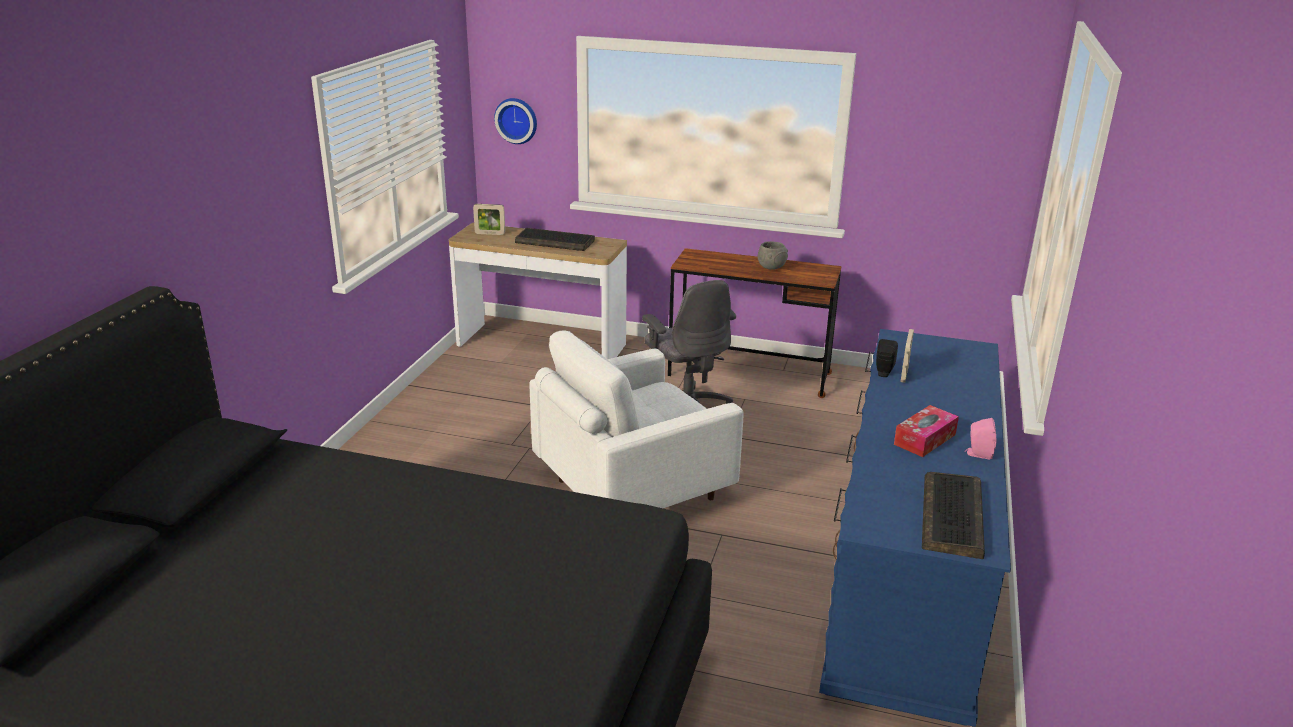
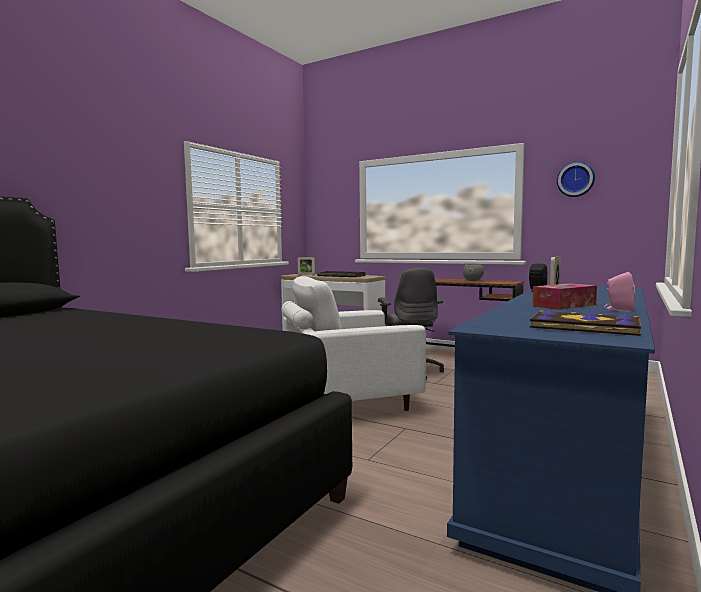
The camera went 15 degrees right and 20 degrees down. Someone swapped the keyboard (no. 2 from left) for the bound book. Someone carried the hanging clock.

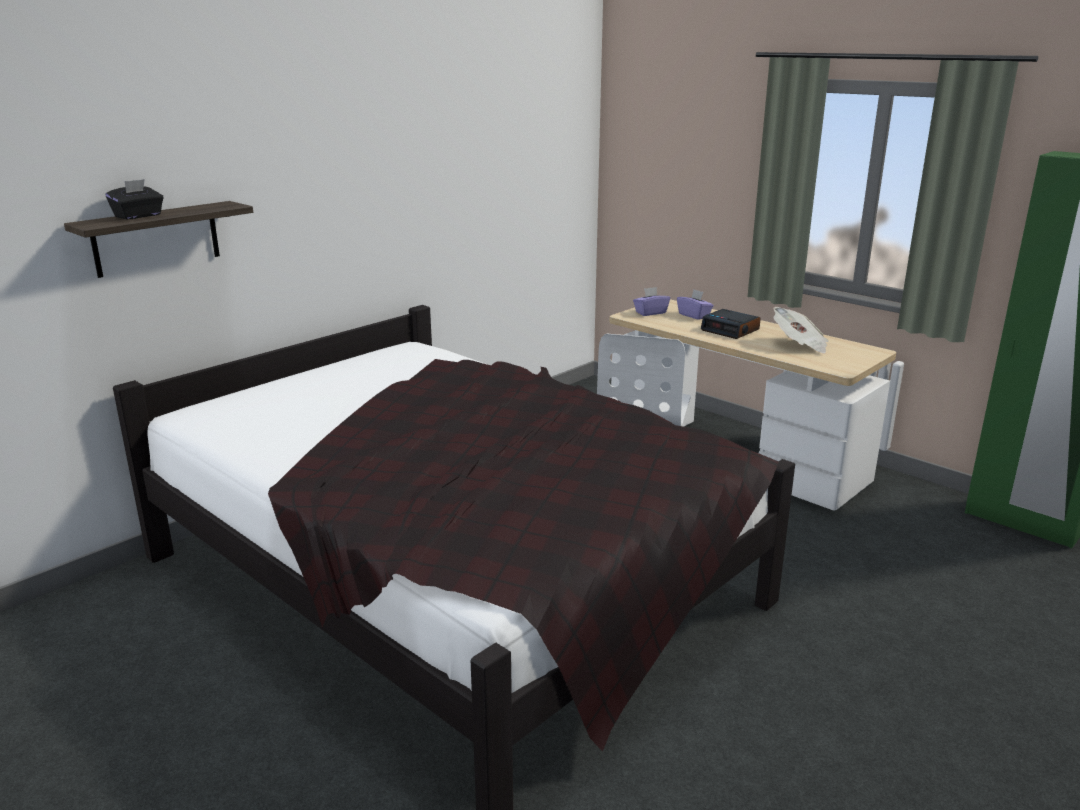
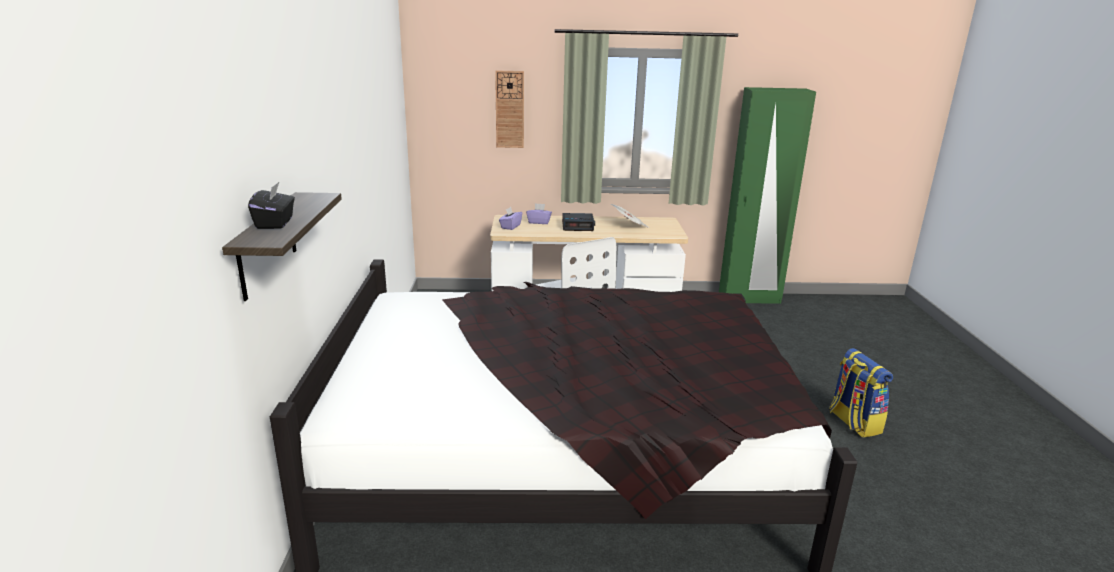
The camera went 45 degrees left and 0 degrees up. Someone put up the hanging clock. Someone put down the rucksack.

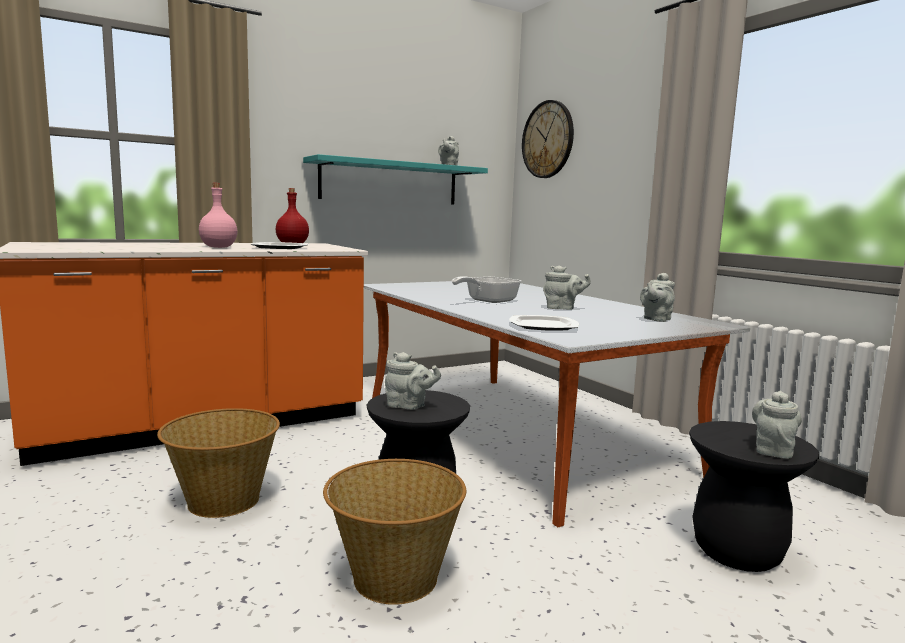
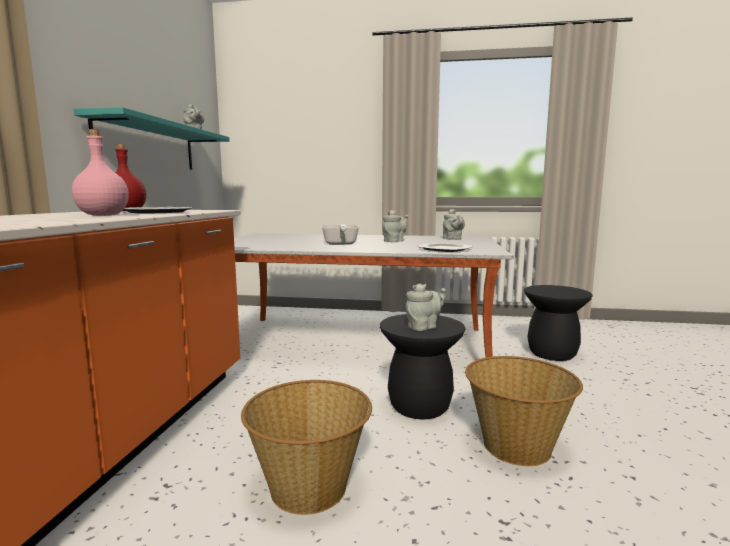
The camera went 50 degrees left and 0 degrees up. Someone took away the hanging clock. Someone took away the teapot (gray) (no. 5 from left).

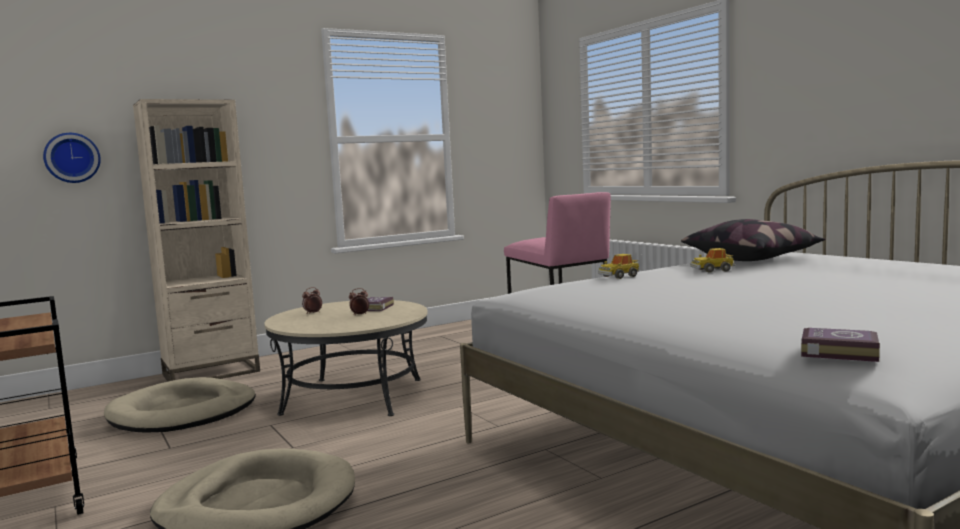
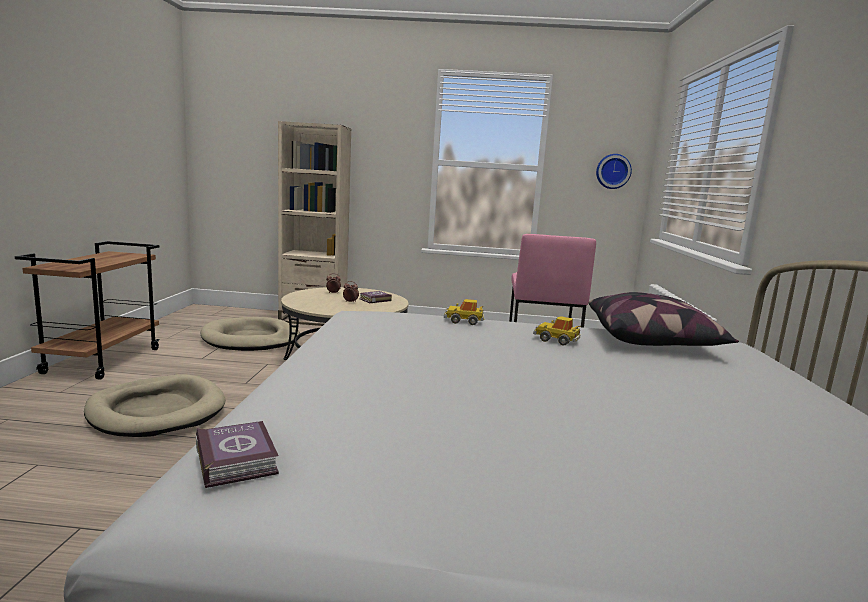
The camera went 35 degrees right and 5 degrees up. Someone carried the hanging clock.

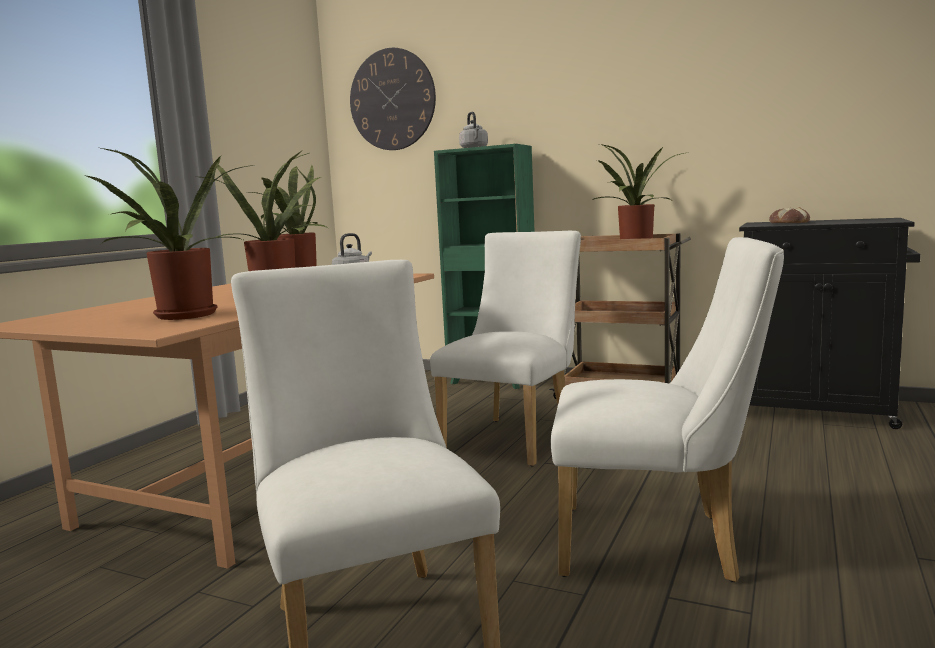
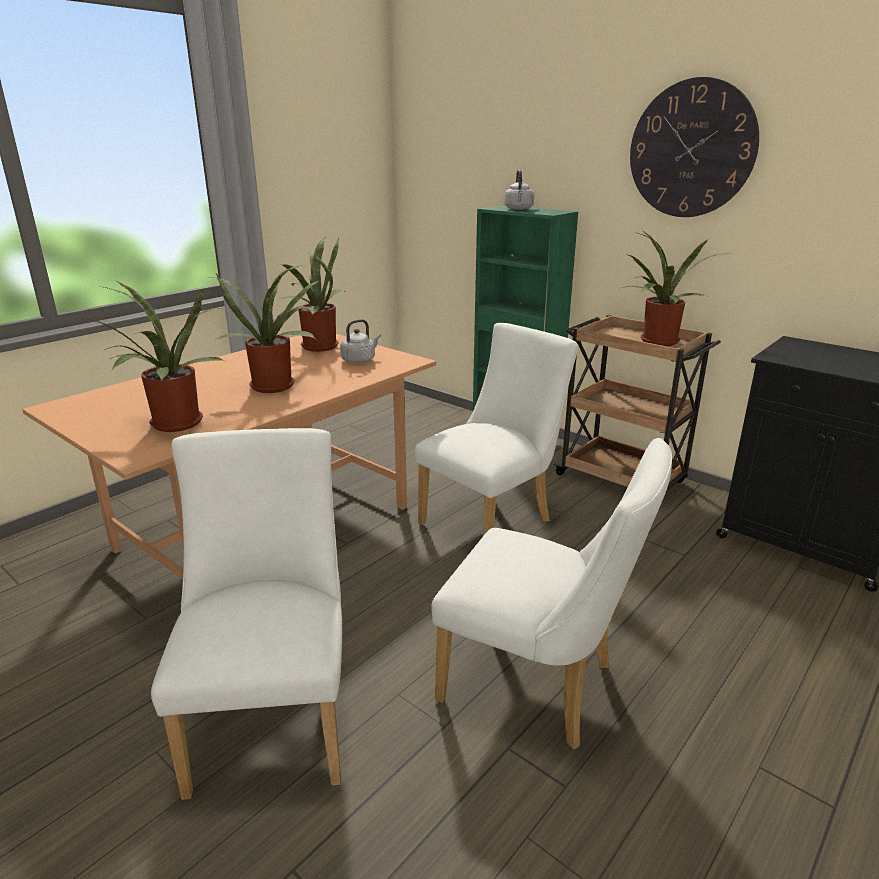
The camera went 15 degrees right and 15 degrees up. Someone carried the hanging clock. Someone took away the baked bread.

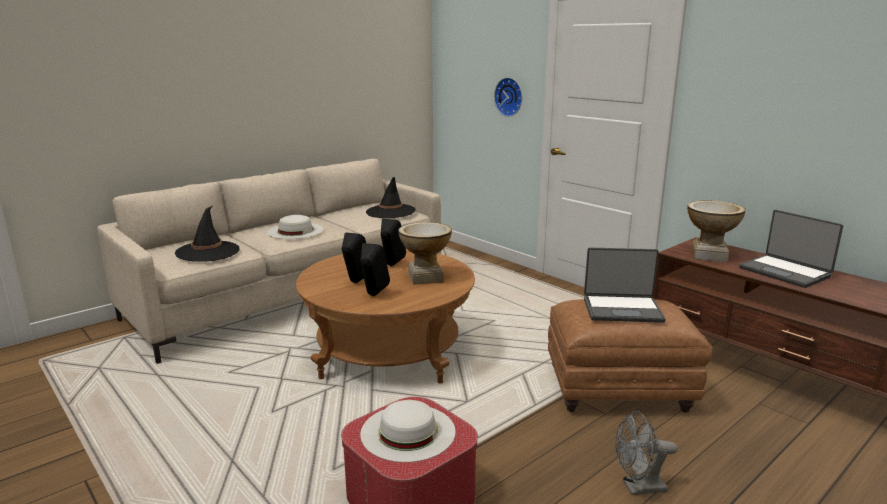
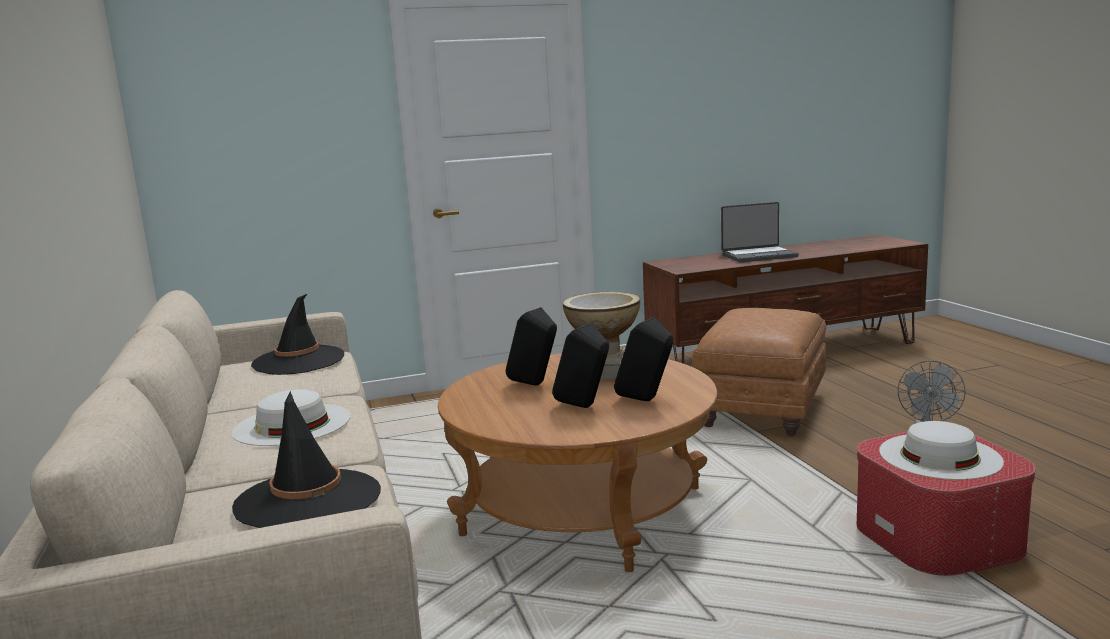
The camera went 65 degrees left and 5 degrees down. Someone took away the hanging clock. Someone took away the laptop (no. 1 from left). Someone took away the decorative vase (no. 2 from left).

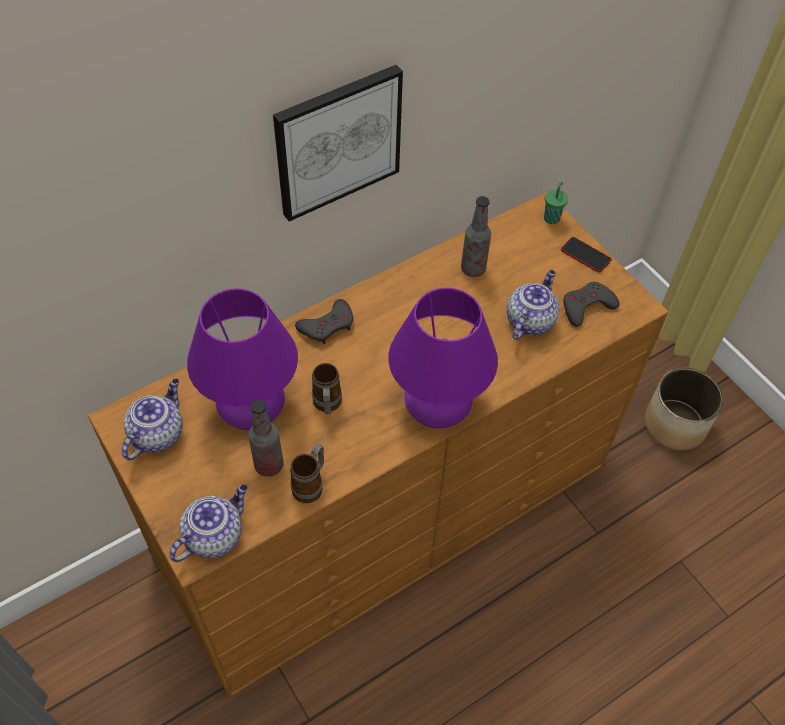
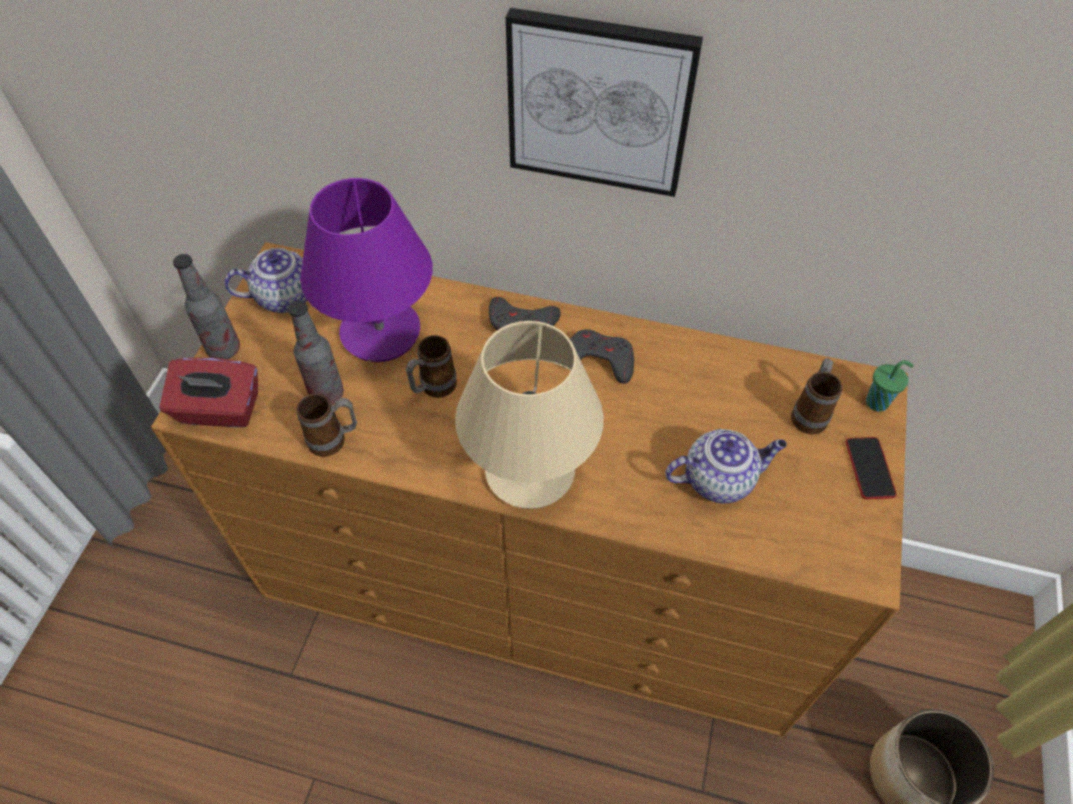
The camera went 50 degrees right and 0 degrees up. Someone swapped the teapot (no. 2 from left) for the tissue holder (red). Someone carried the beverage bottle (no. 2 from left in the first image). Someone repainted the lamp for a table (purplish) (no. 2 from left), which became the lamp for a table (sand-coloured). Someone carried the joypad (gray) (no. 2 from left). Someone put down the mug (no. 3 from left).

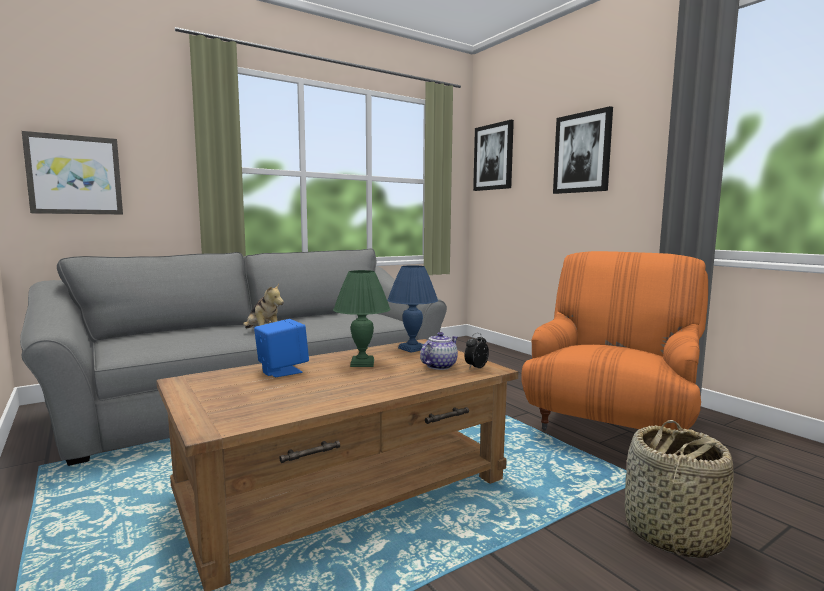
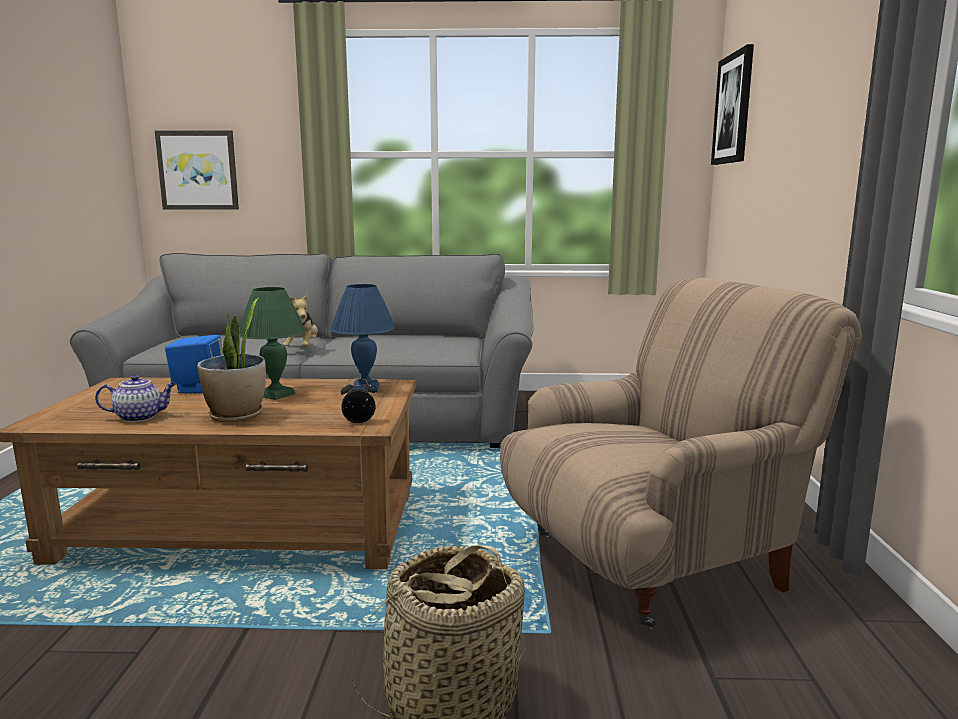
The camera went 35 degrees right and 5 degrees up. Someone carried the teapot. Someone put down the potted plant. Someone repainted the armchair (orange), which became the armchair (sand-coloured). Someone took away the picture (no. 3 from left).

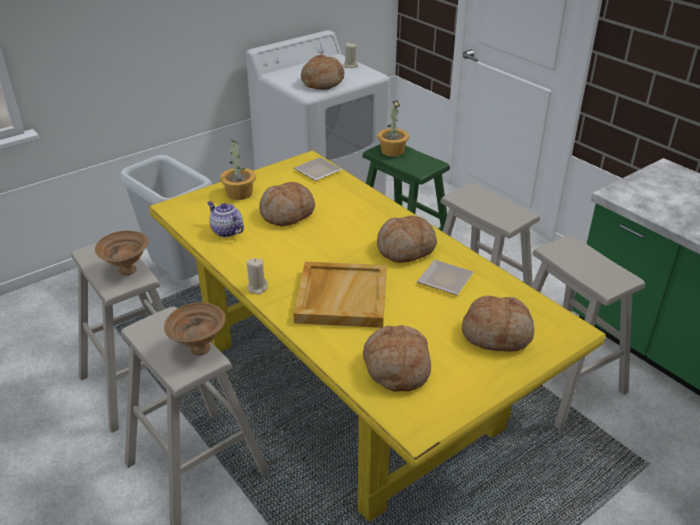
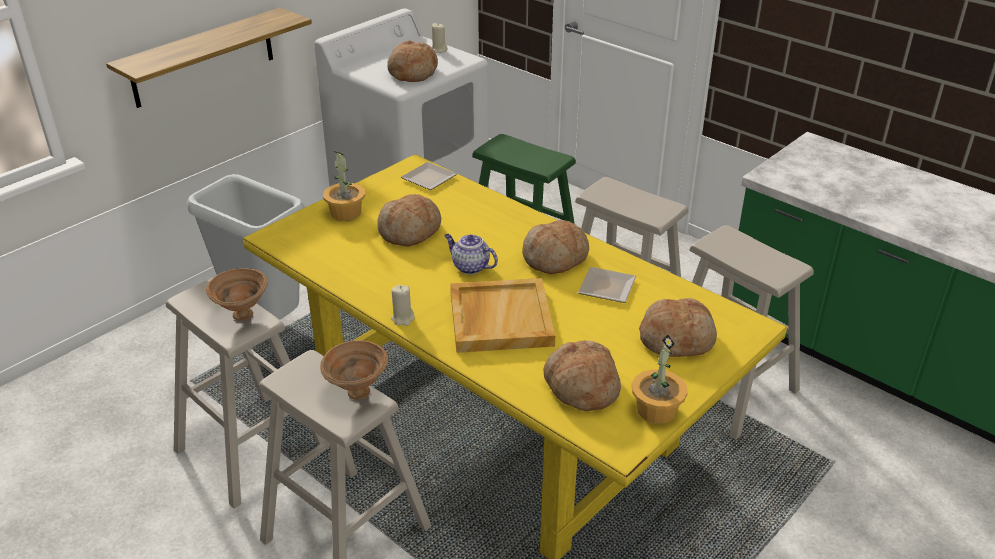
The camera went 10 degrees left and 0 degrees up. Someone put up the wall shelf. Someone carried the teapot. Someone carried the potted plant (no. 2 from left).

